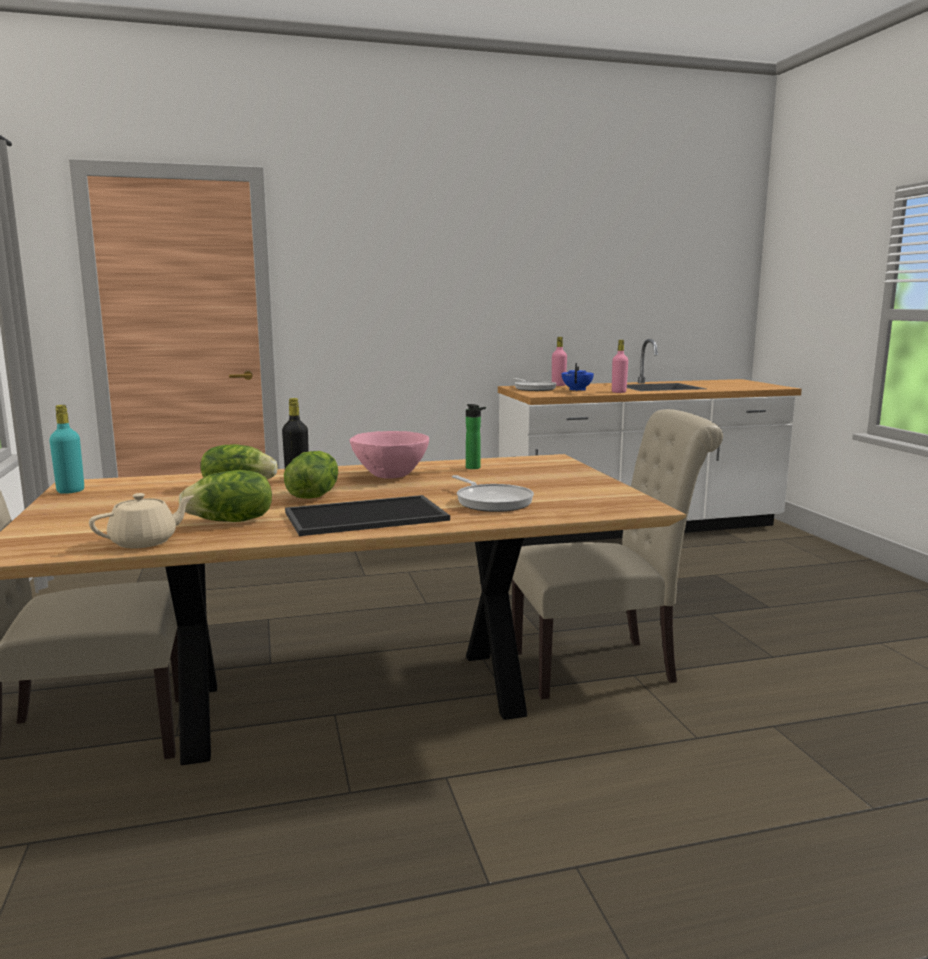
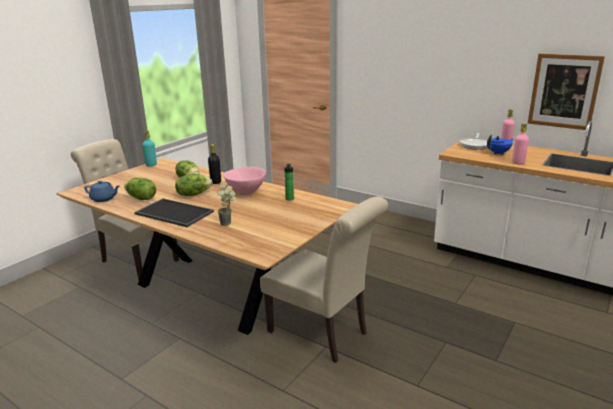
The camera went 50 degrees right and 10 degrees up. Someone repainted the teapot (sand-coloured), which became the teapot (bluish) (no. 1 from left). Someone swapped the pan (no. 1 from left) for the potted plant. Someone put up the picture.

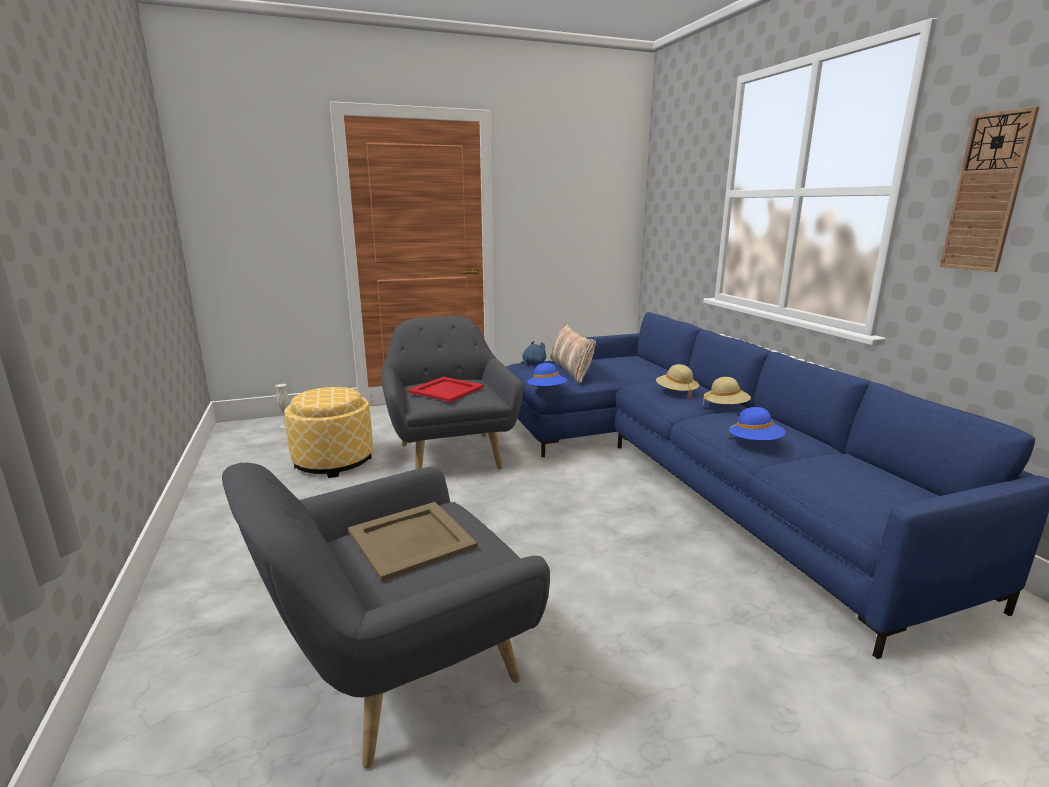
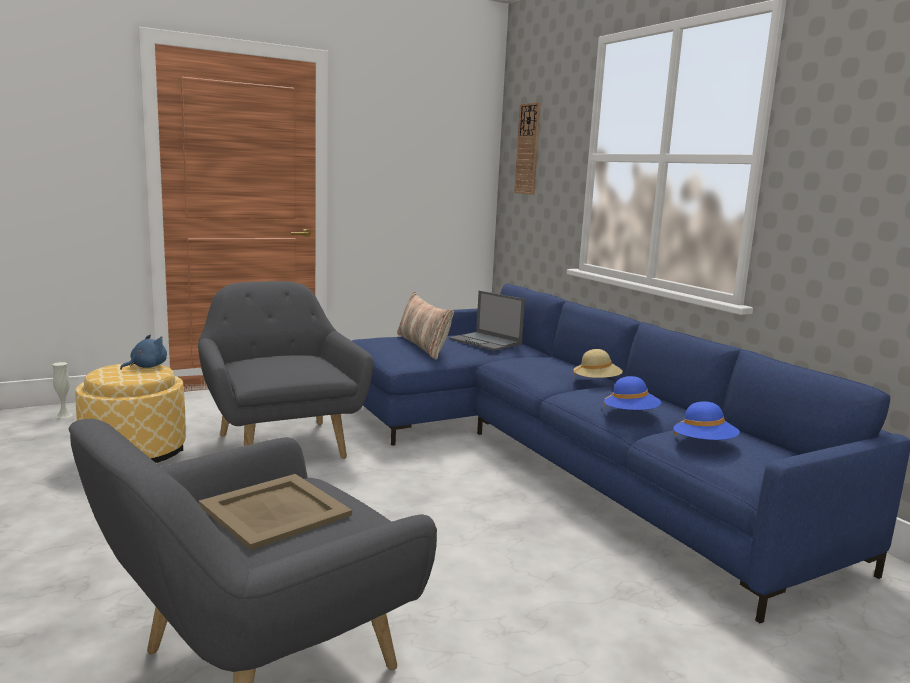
The camera went 10 degrees left and 5 degrees down. Someone carried the plush toy (bluish). Someone put down the laptop. Someone carried the hanging clock. Someone carried the wearable hat (bluish) (no. 1 from left in the first image). Someone took away the carrying tray (red). Someone took away the wearable hat (sand-coloured) (no. 1 from left).

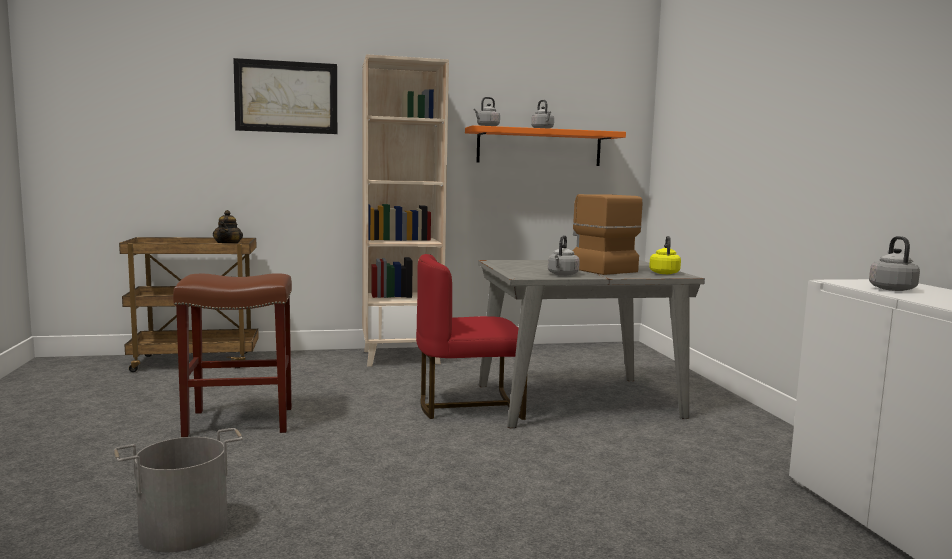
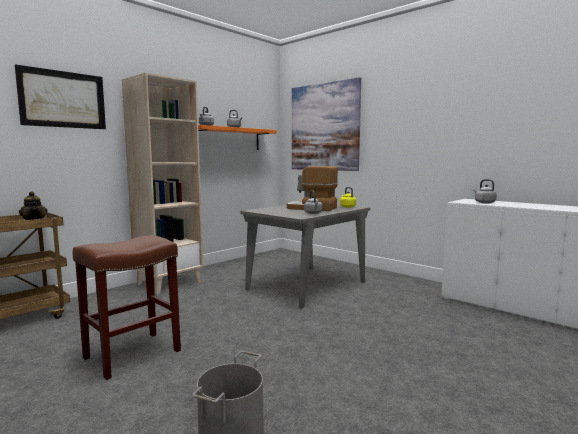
The camera went 35 degrees left and 0 degrees up. Someone put up the picture (no. 2 from left). Someone took away the upright chair (red).

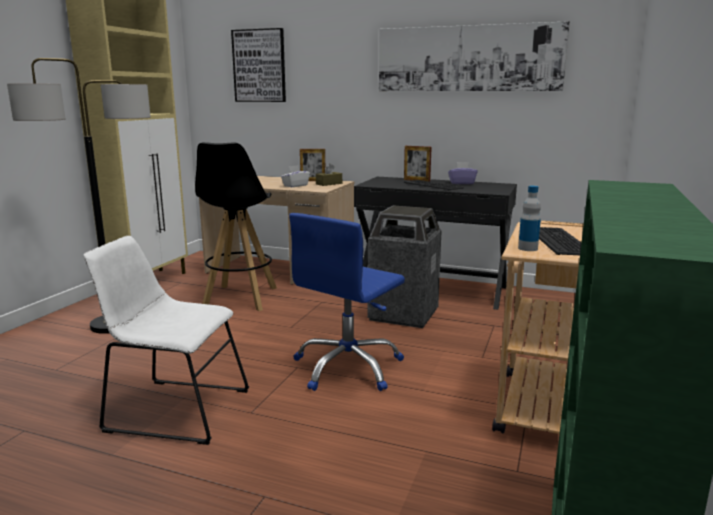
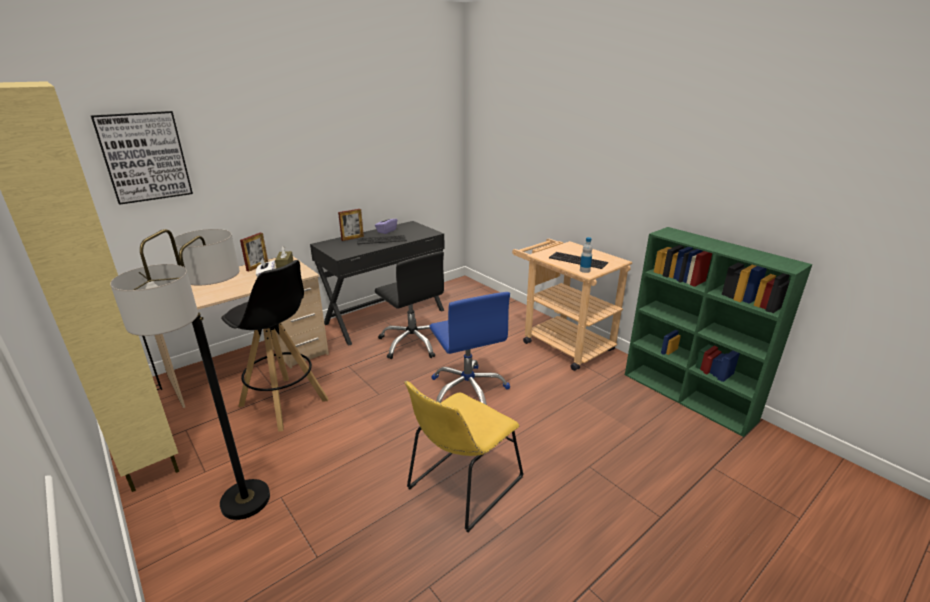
The camera went 60 degrees left and 10 degrees up. Someone swapped the waste bin for the office chair (black). Someone repainted the upright chair (white-coloured), which became the upright chair (yellow-coloured). Someone took away the picture (no. 2 from left).

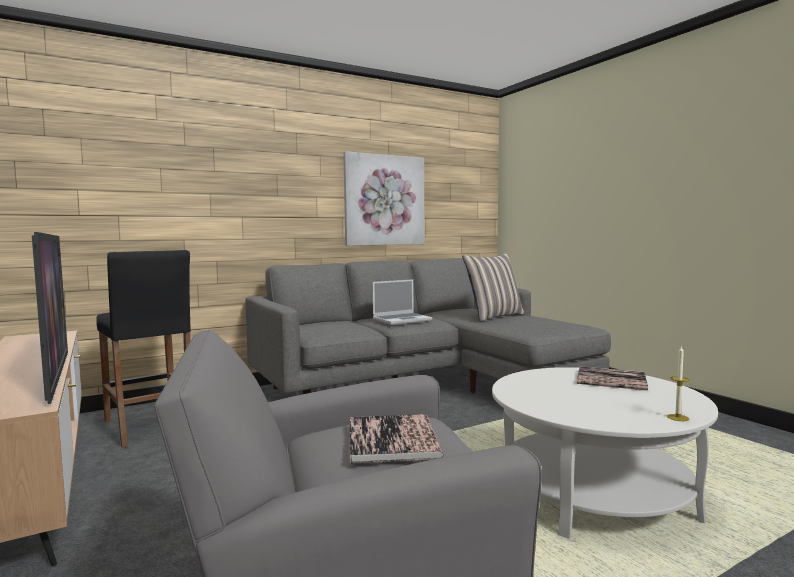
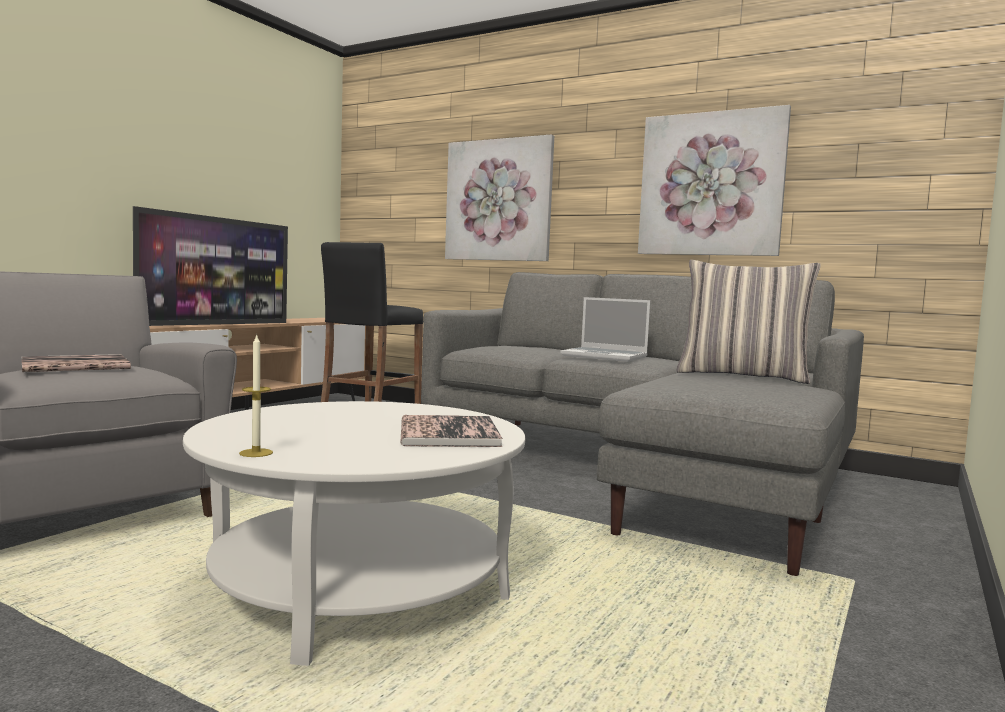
The camera went 60 degrees right and 0 degrees up. Someone put up the picture (no. 1 from left).

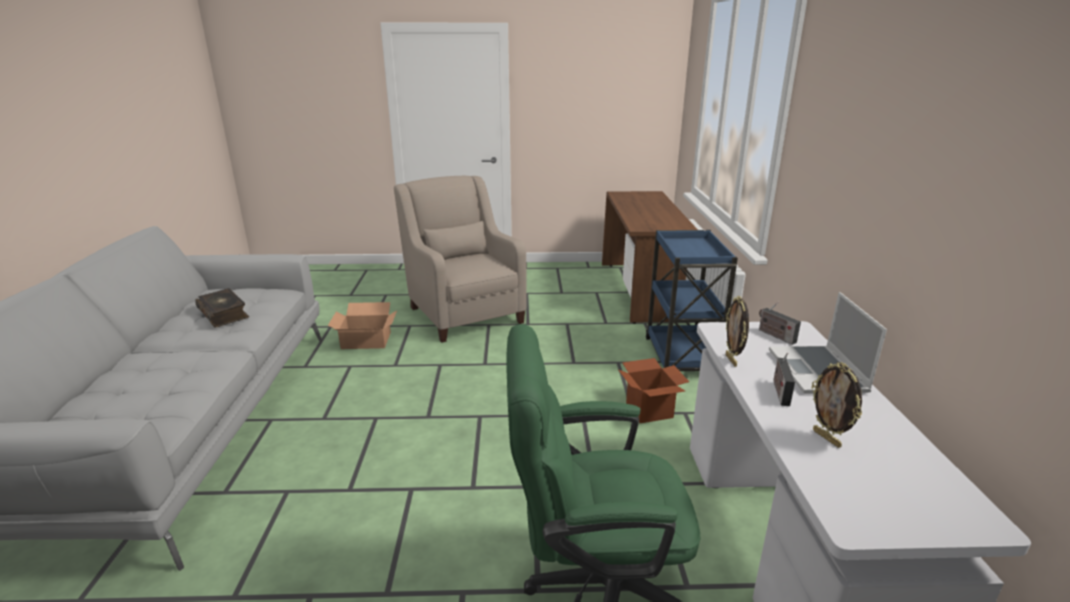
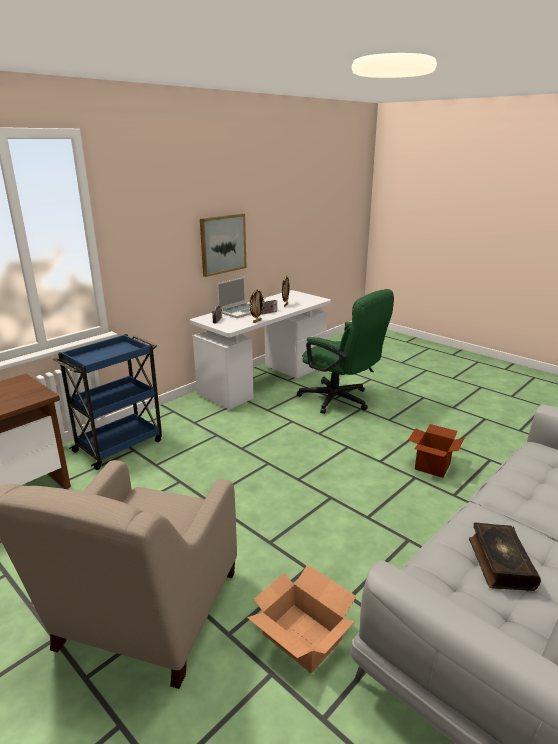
The camera went 135 degrees left and 0 degrees up. Someone put up the picture. Someone carried the carton (no. 2 from left).

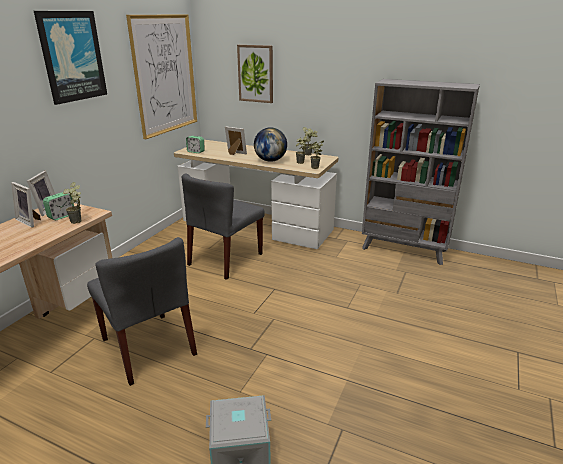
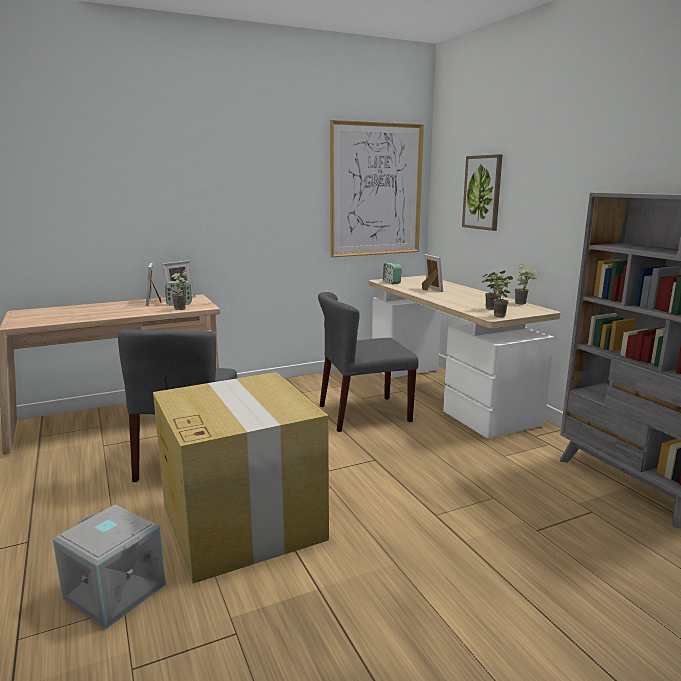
The camera went 40 degrees right and 10 degrees down. Someone put down the carton. Someone took away the picture (no. 1 from left). Someone took away the desk globe.

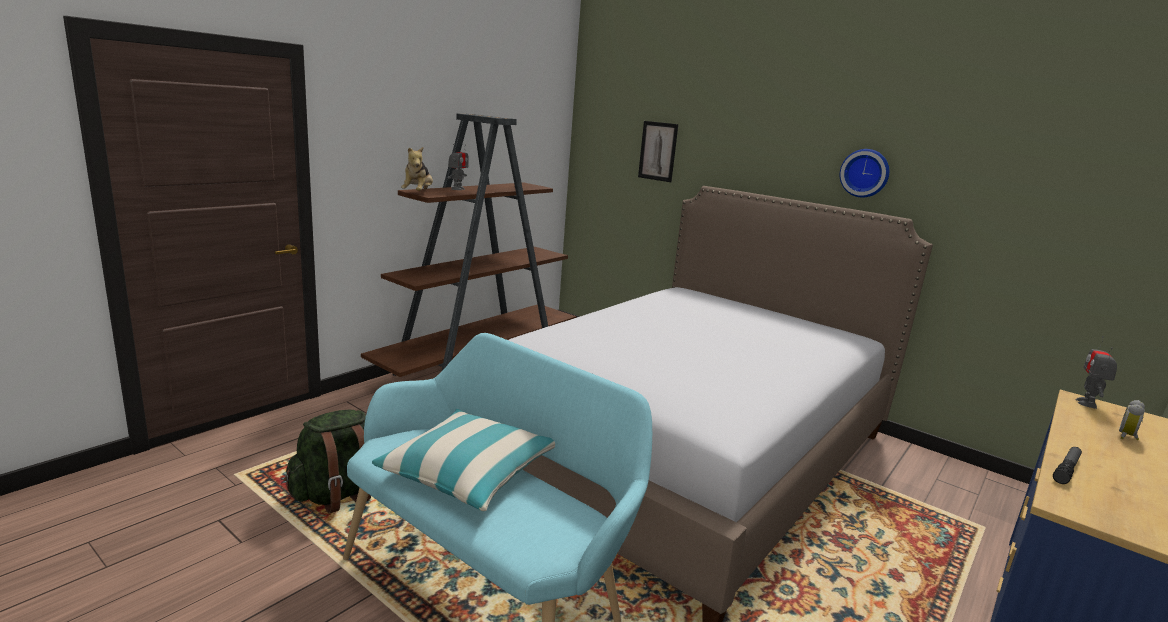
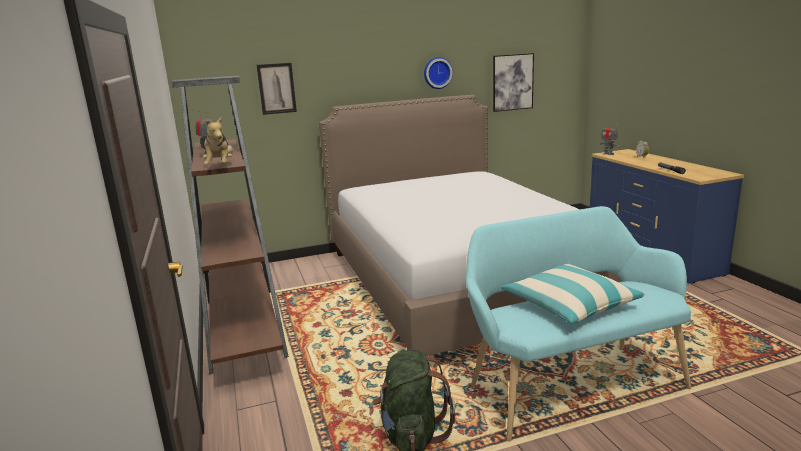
The camera went 55 degrees left and 0 degrees up. Someone rotated the plush toy by 45 degrees clockwise. Someone put up the picture (no. 2 from left).

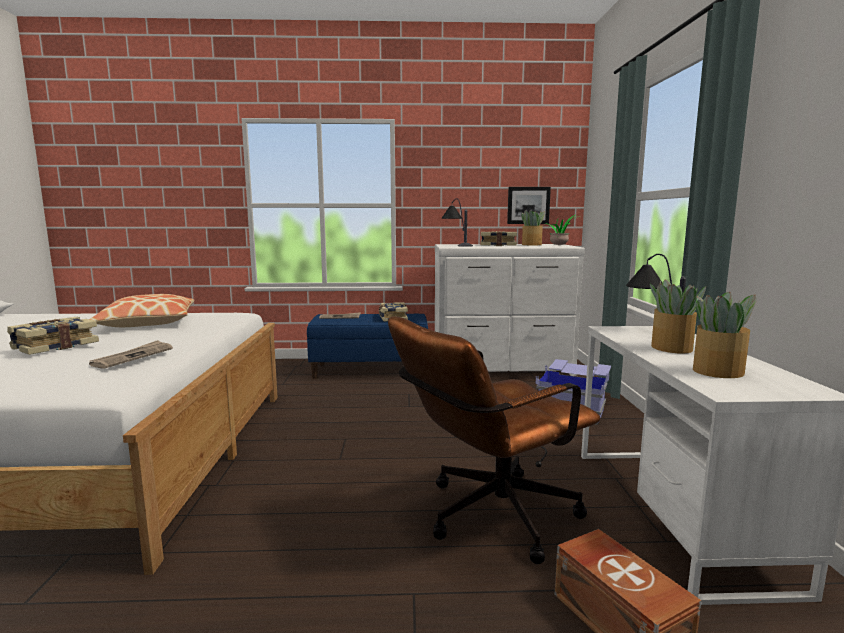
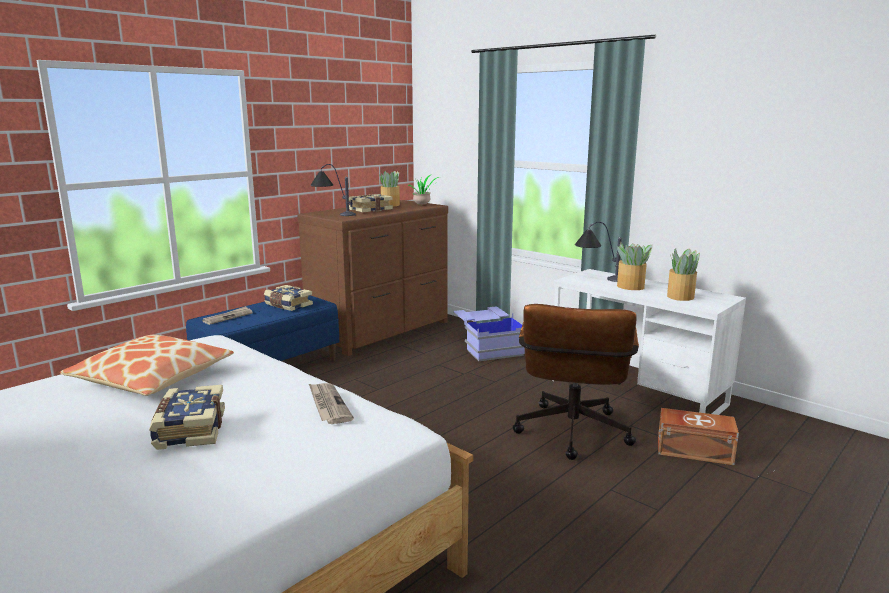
The camera went 45 degrees left and 5 degrees up. Someone repainted the chest of drawers (white-coloured), which became the chest of drawers (brown-coloured). Someone took away the picture.

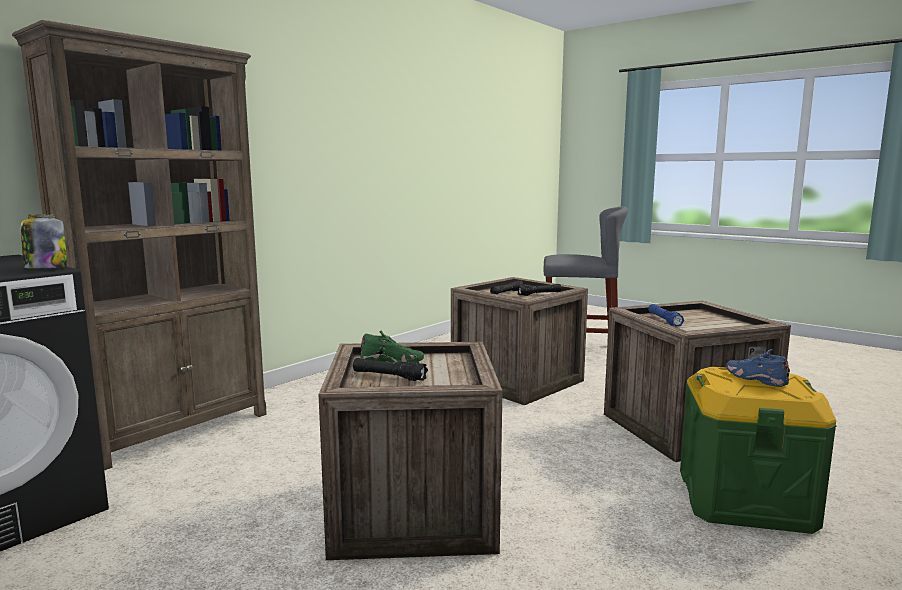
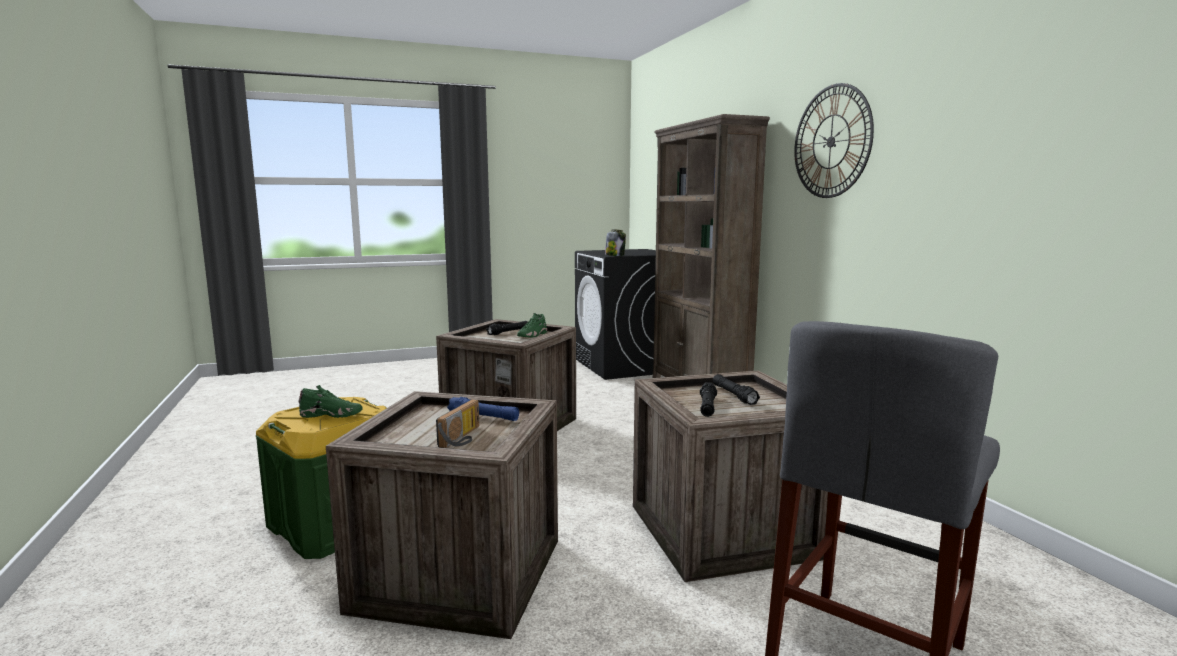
The camera went 120 degrees right and 0 degrees up. Someone repainted the item of footwear (bluish), which became the item of footwear (green) (no. 1 from left). Someone put down the radio set. Someone put up the hanging clock.

